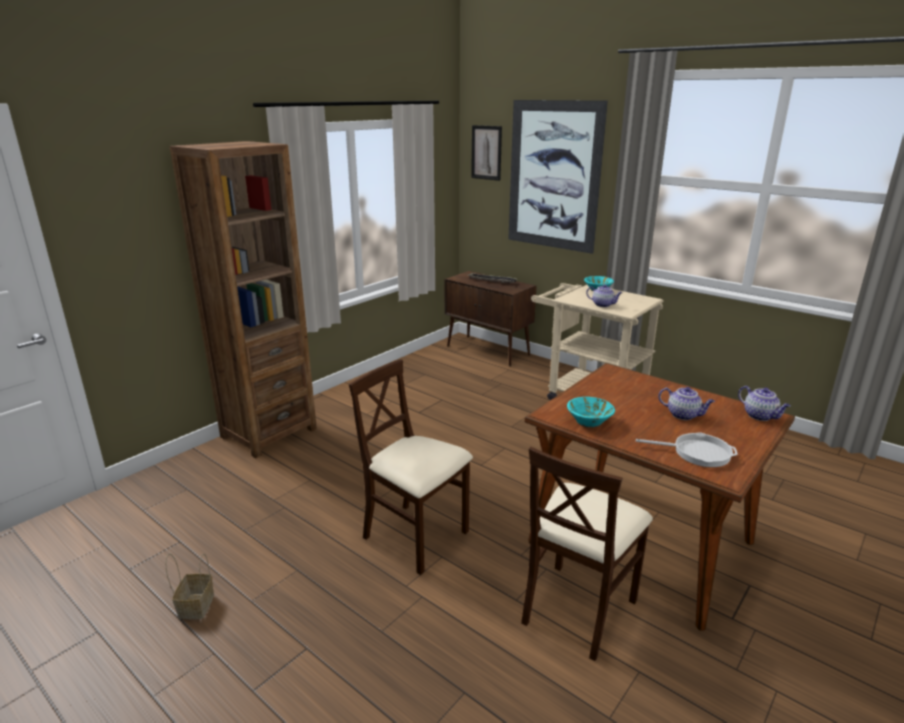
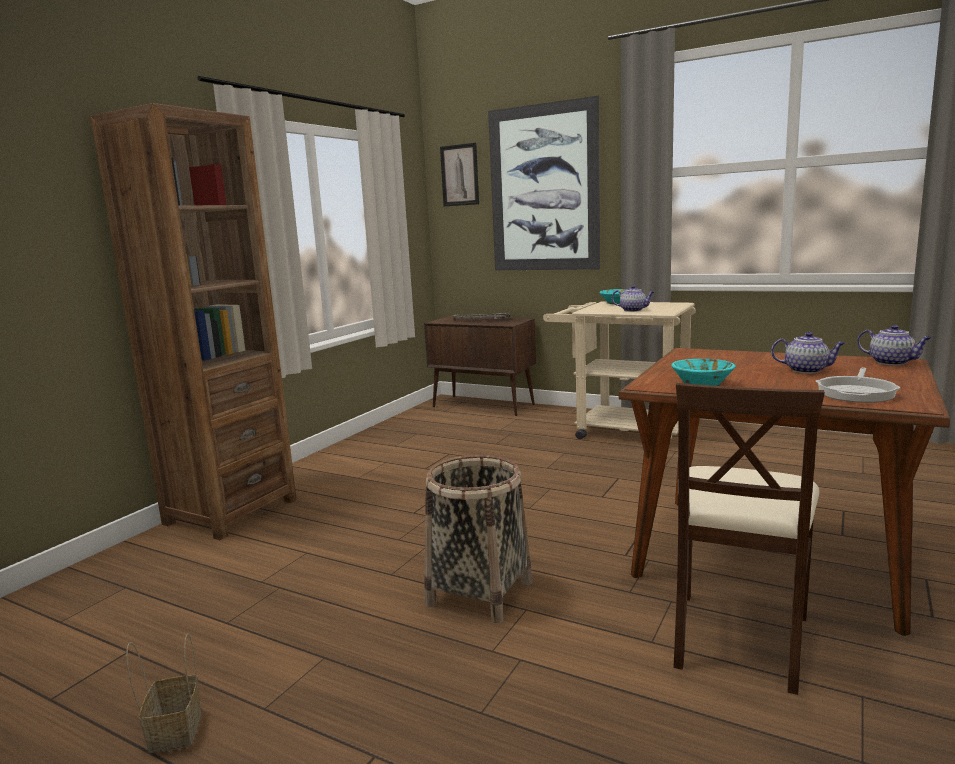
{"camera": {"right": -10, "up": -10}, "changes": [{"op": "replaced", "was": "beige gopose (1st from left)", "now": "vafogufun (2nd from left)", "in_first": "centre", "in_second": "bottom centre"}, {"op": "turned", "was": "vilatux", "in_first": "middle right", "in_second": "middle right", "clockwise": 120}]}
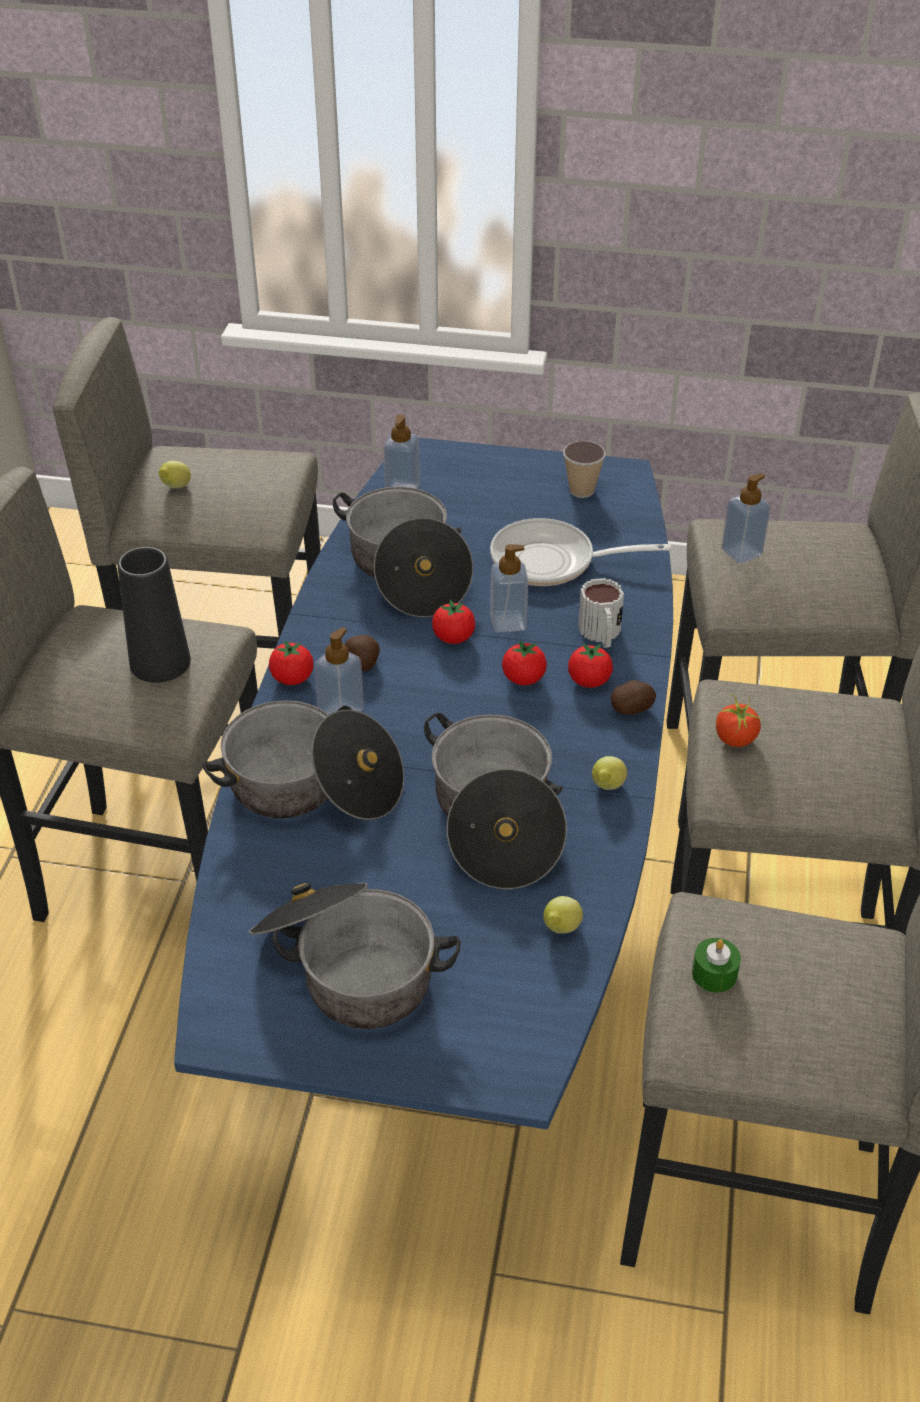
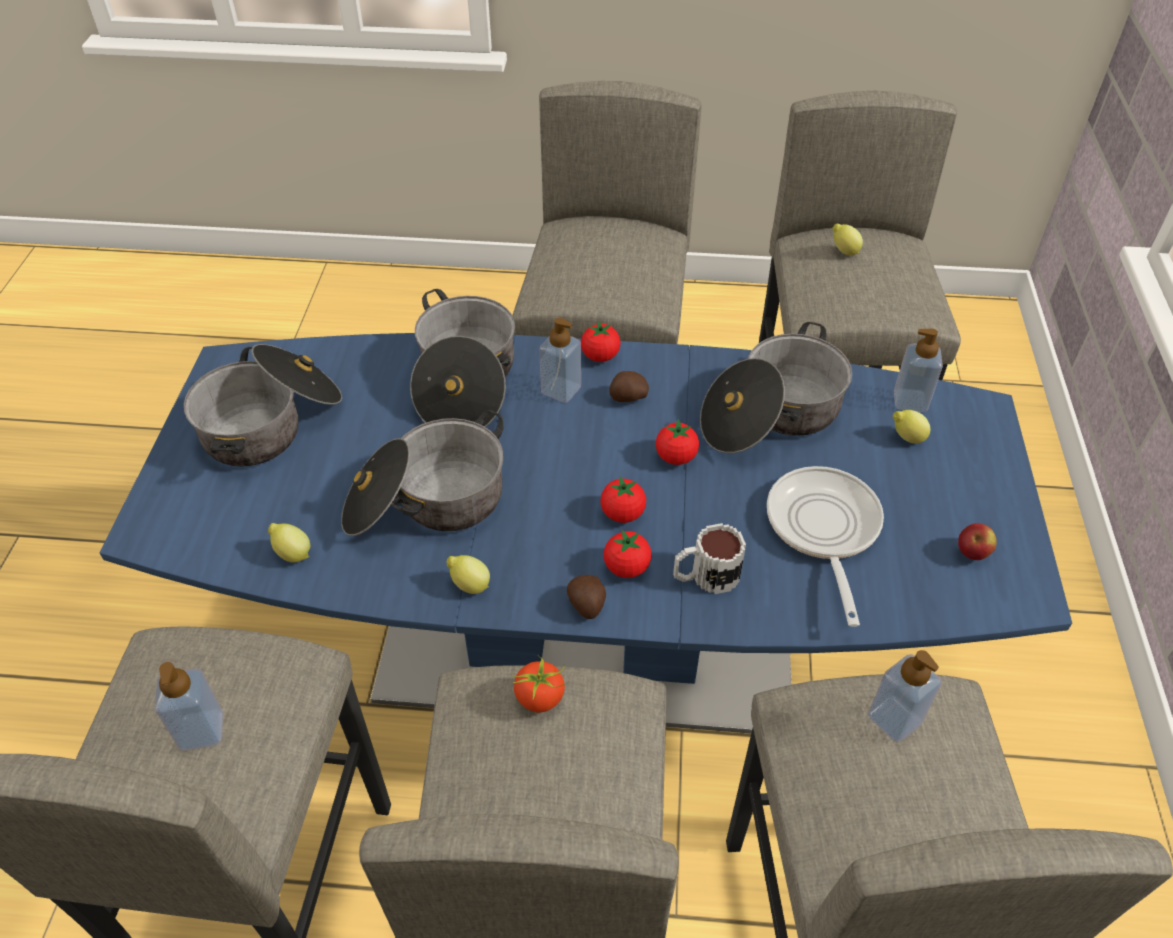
{"camera": {"right": 85, "up": 5}, "changes": [{"op": "moved", "was": "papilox (3rd from left in the first image)", "now": "papilox (1st from left)", "in_first": "centre", "in_second": "bottom left"}, {"op": "added", "now": "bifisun (4th from left)", "in_second": "middle right"}, {"op": "replaced", "was": "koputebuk", "now": "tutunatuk", "in_first": "centre", "in_second": "middle right"}, {"op": "removed", "was": "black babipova", "in_first": "middle left"}, {"op": "removed", "was": "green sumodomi", "in_first": "bottom right"}]}
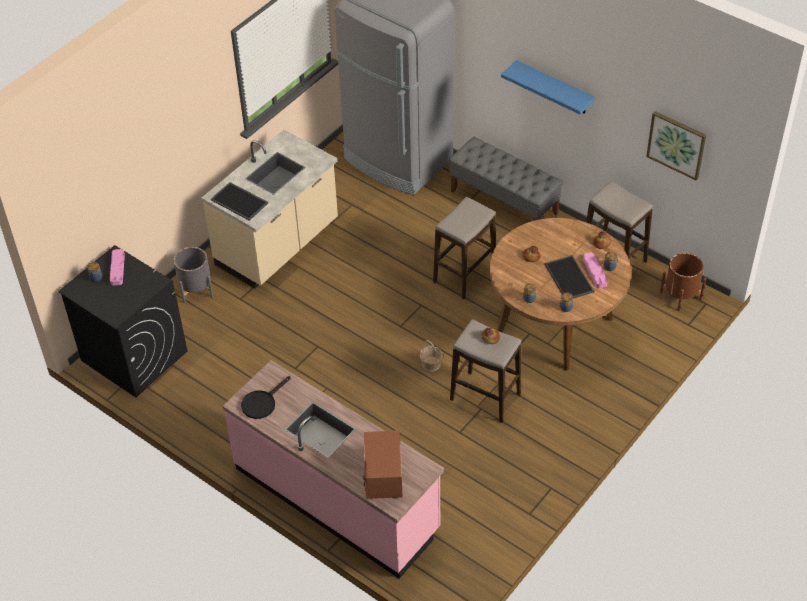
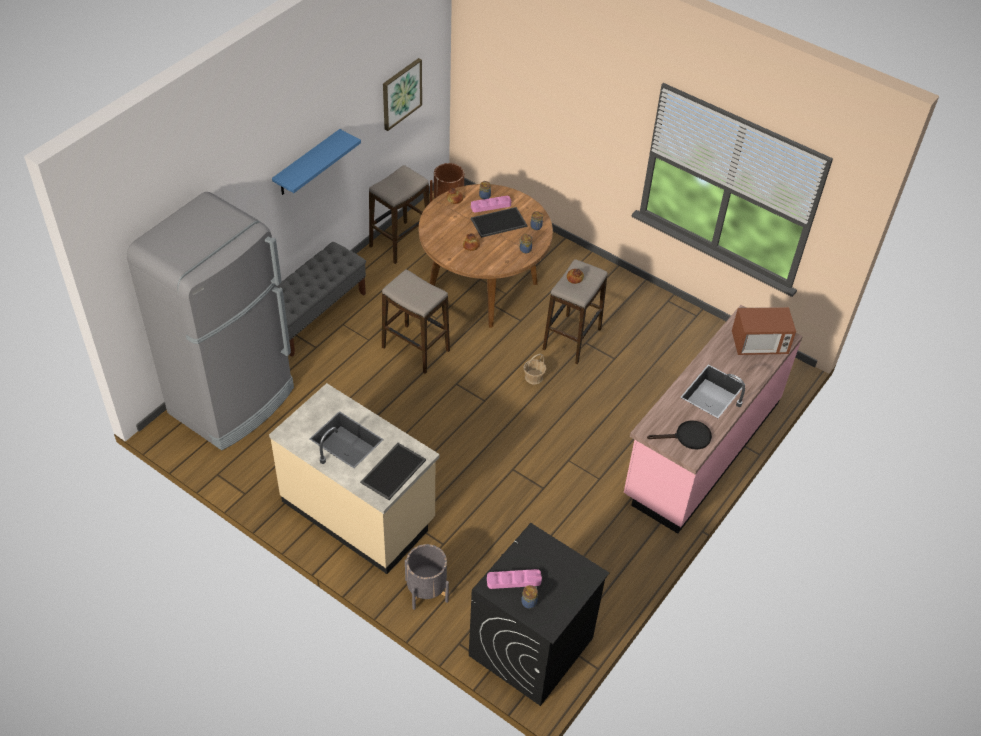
{"camera": {"right": -95, "up": 0}, "changes": [{"op": "turned", "was": "black vilatux", "in_first": "middle left", "in_second": "middle right", "clockwise": -45}]}
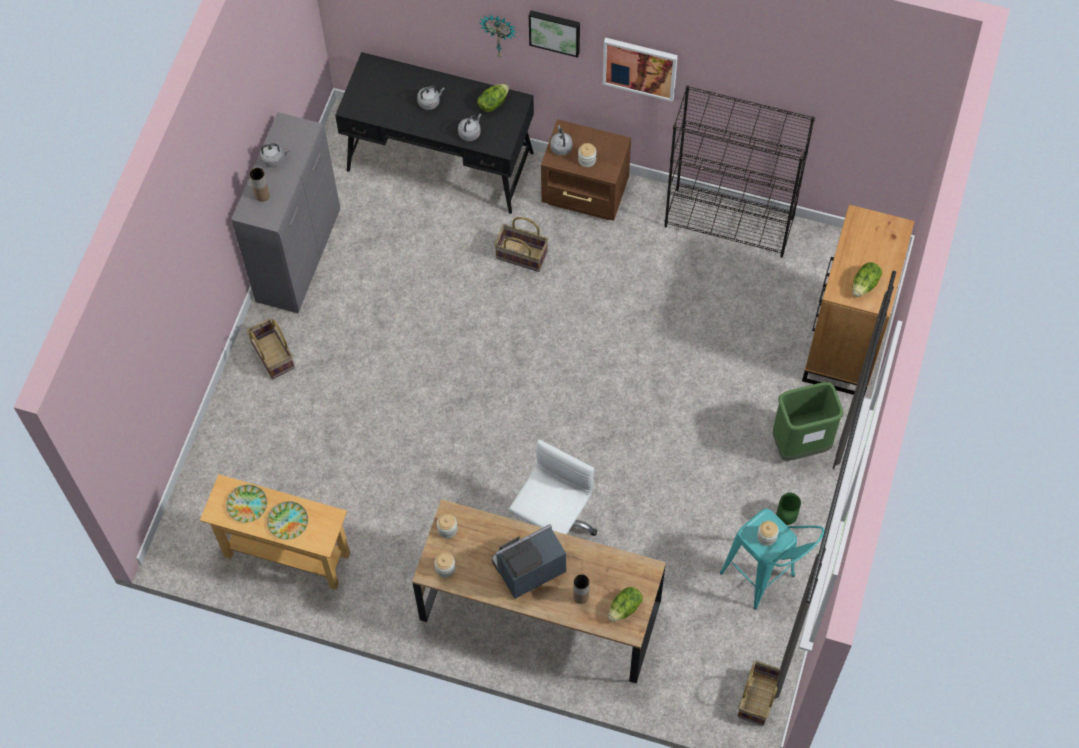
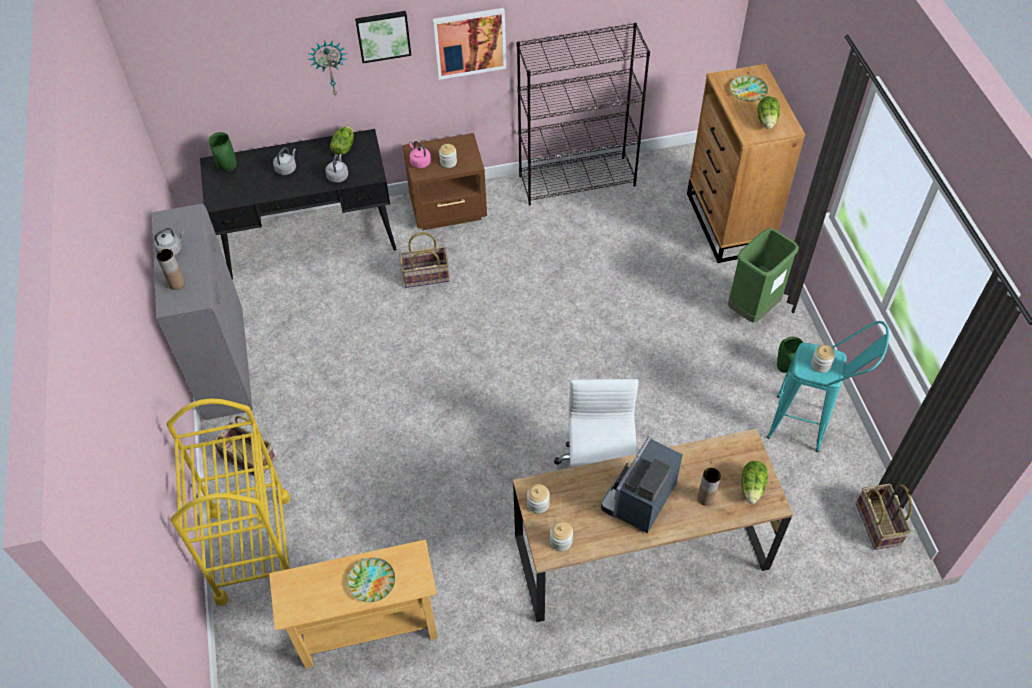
{"camera": {"right": -30, "up": -10}, "changes": [{"op": "added", "now": "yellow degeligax", "in_second": "bottom left"}, {"op": "added", "now": "green babipova (1st from left)", "in_second": "top left"}, {"op": "recoloured", "was": "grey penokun (4th from left)", "now": "pink penokun", "in_first": "top centre", "in_second": "top centre"}, {"op": "moved", "was": "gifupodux (1st from left in the first image)", "now": "gifupodux (2nd from left)", "in_first": "bottom left", "in_second": "top right"}]}
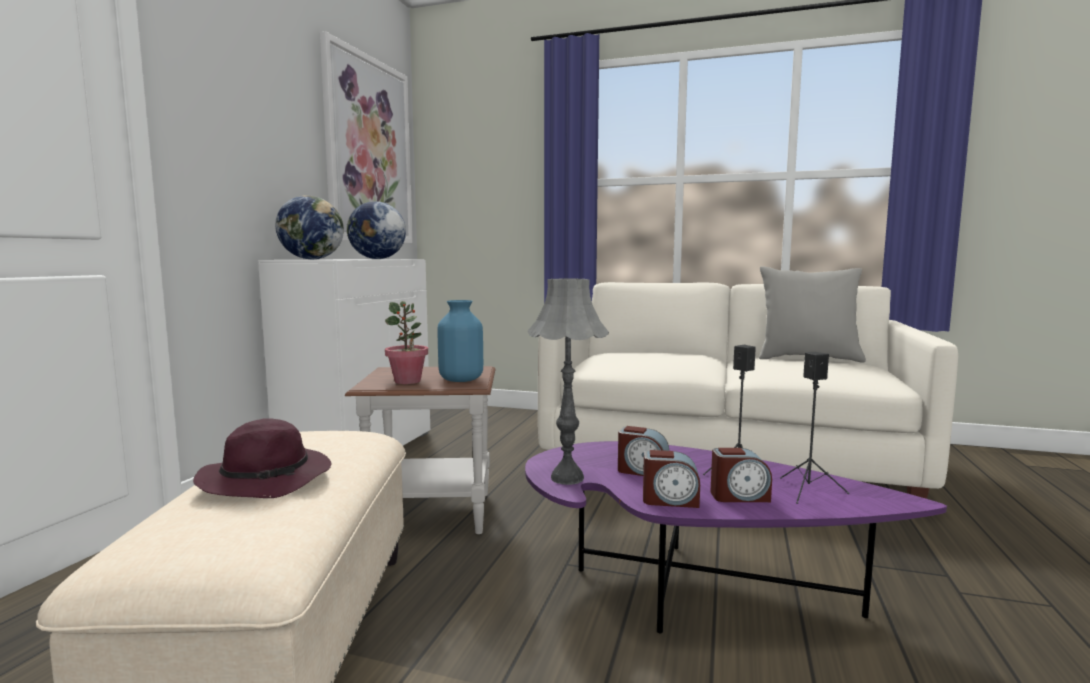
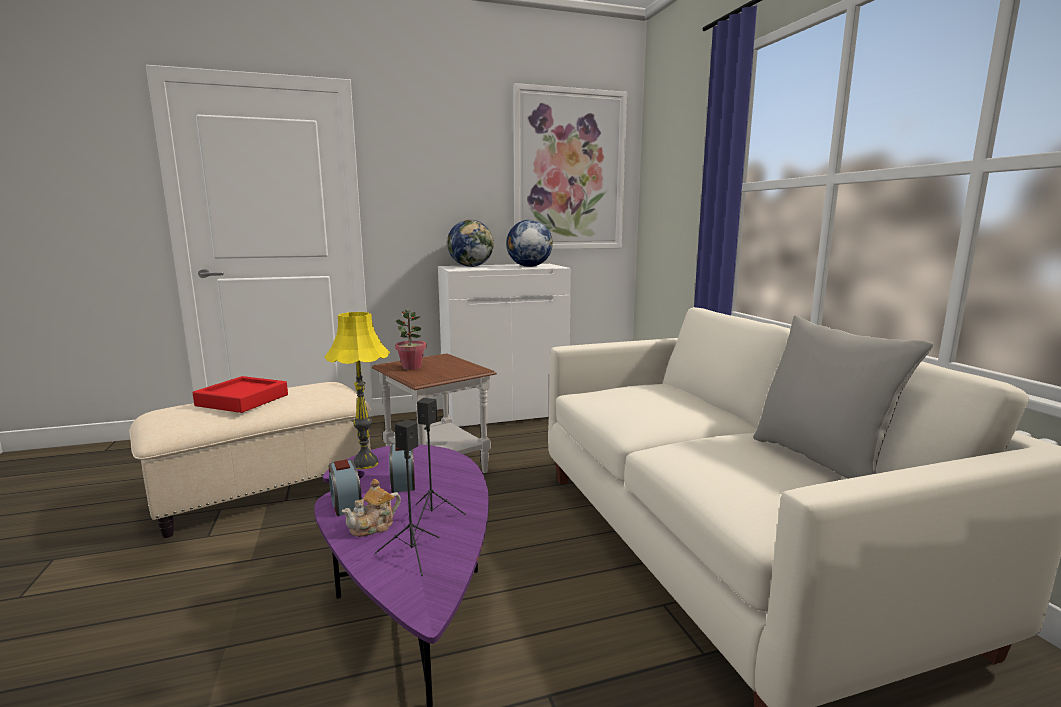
{"camera": {"right": 55, "up": 5}, "changes": [{"op": "replaced", "was": "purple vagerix", "now": "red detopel", "in_first": "bottom left", "in_second": "middle left"}, {"op": "recoloured", "was": "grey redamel", "now": "yellow redamel", "in_first": "centre", "in_second": "centre"}, {"op": "replaced", "was": "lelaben (3rd from left)", "now": "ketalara", "in_first": "bottom right", "in_second": "bottom centre"}, {"op": "removed", "was": "blue babipova", "in_first": "centre"}]}
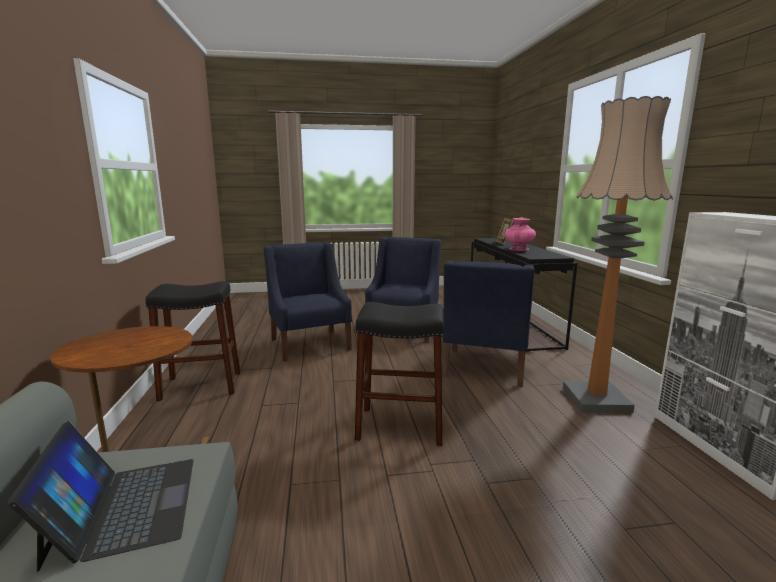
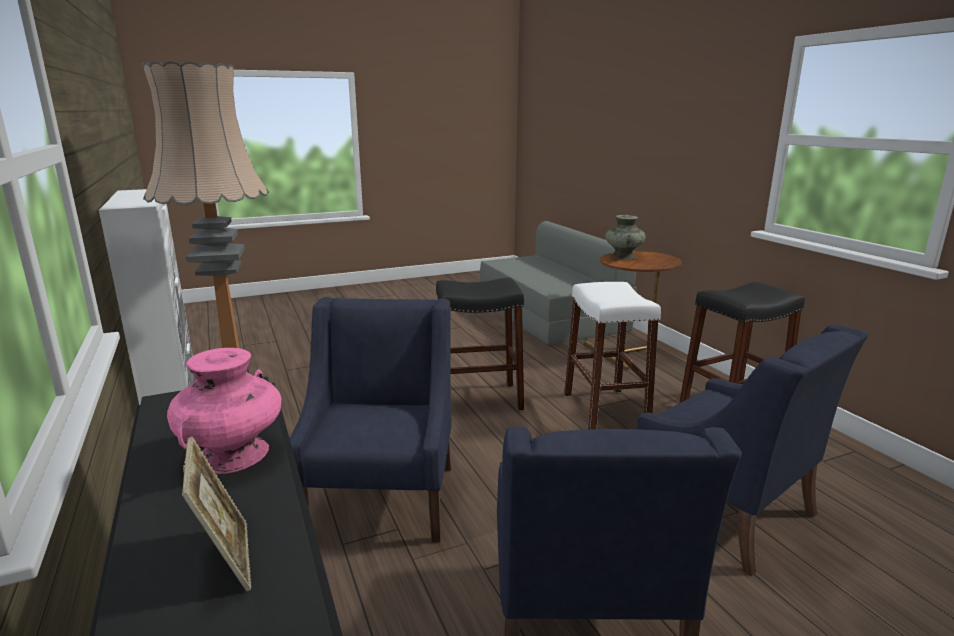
{"camera": {"right": 165, "up": 5}, "changes": [{"op": "added", "now": "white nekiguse", "in_second": "centre"}, {"op": "added", "now": "turquoise babipova", "in_second": "centre"}, {"op": "removed", "was": "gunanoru", "in_first": "bottom left"}]}
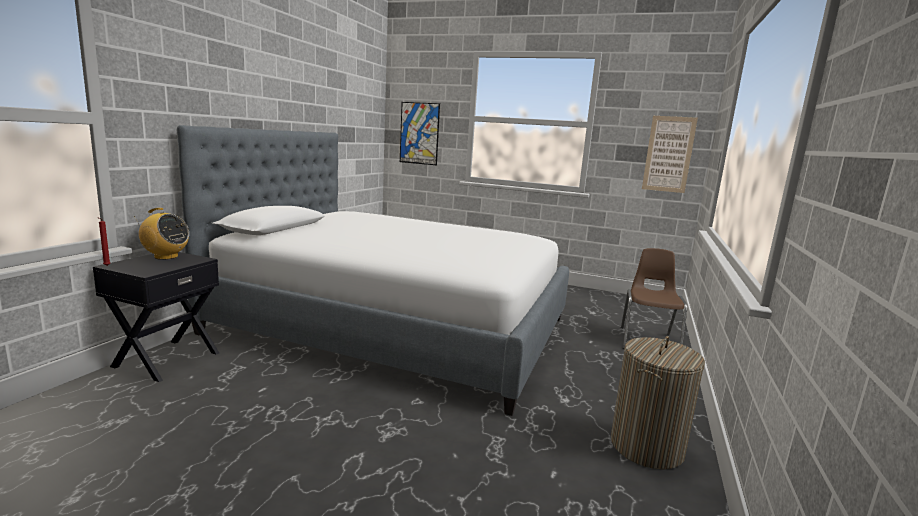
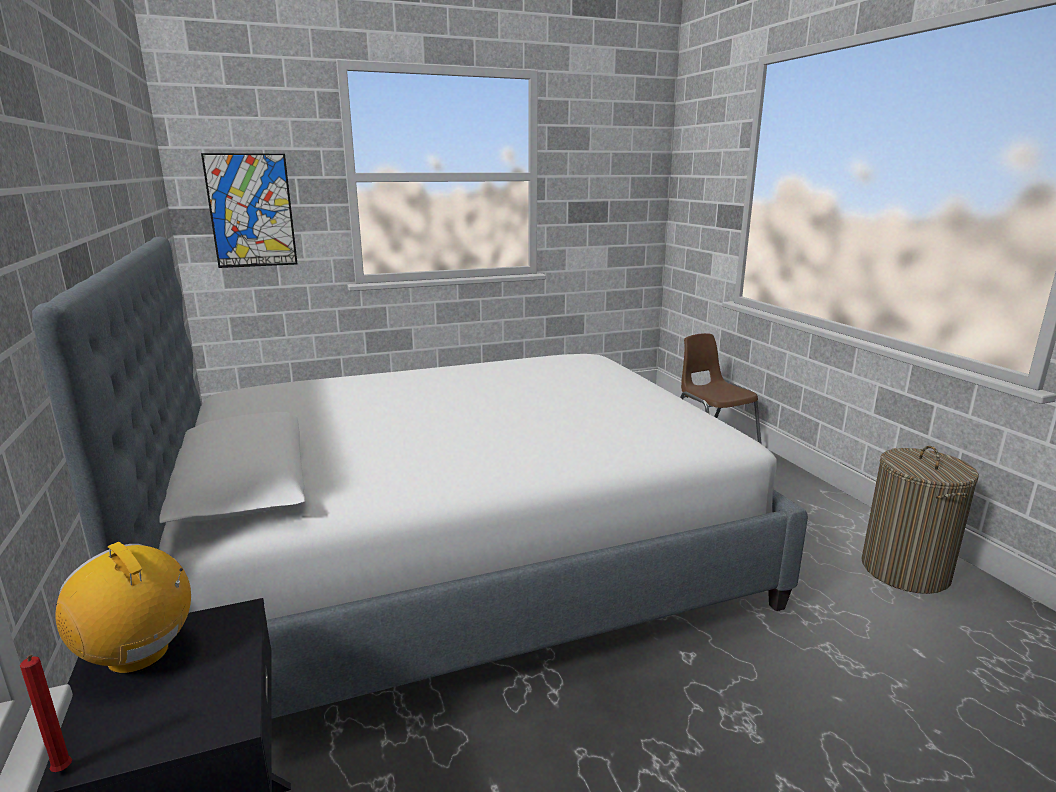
{"camera": {"right": -40, "up": 5}, "changes": [{"op": "turned", "was": "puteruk", "in_first": "middle left", "in_second": "bottom left", "clockwise": -120}, {"op": "removed", "was": "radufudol (2nd from left)", "in_first": "top right"}]}
